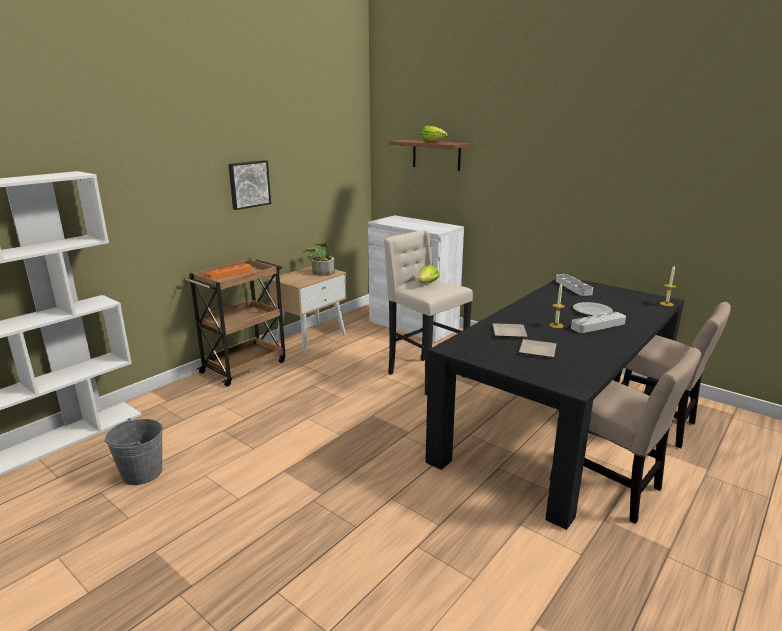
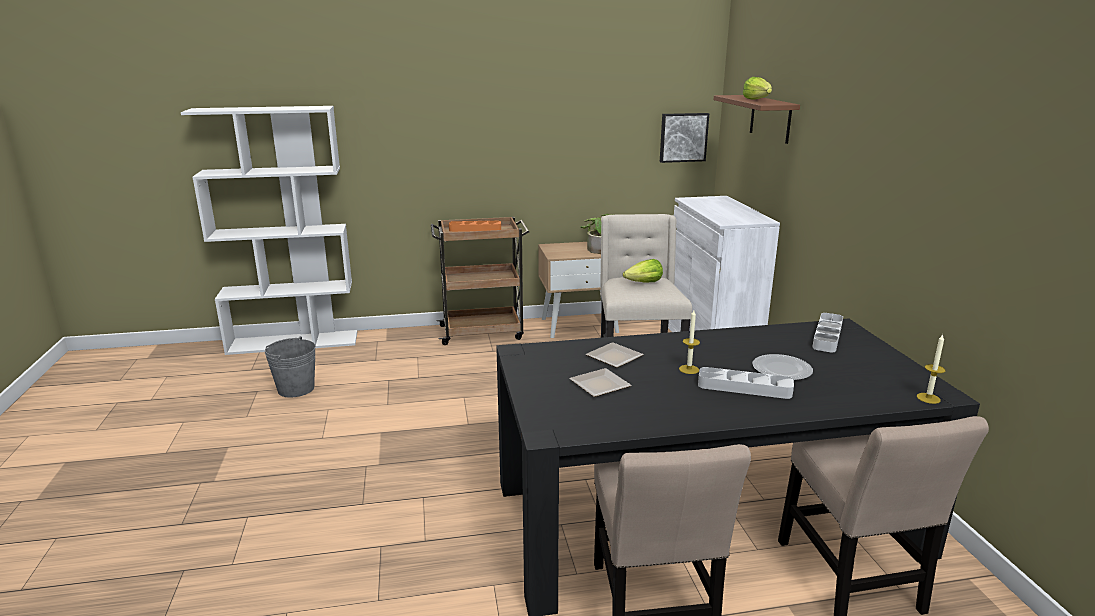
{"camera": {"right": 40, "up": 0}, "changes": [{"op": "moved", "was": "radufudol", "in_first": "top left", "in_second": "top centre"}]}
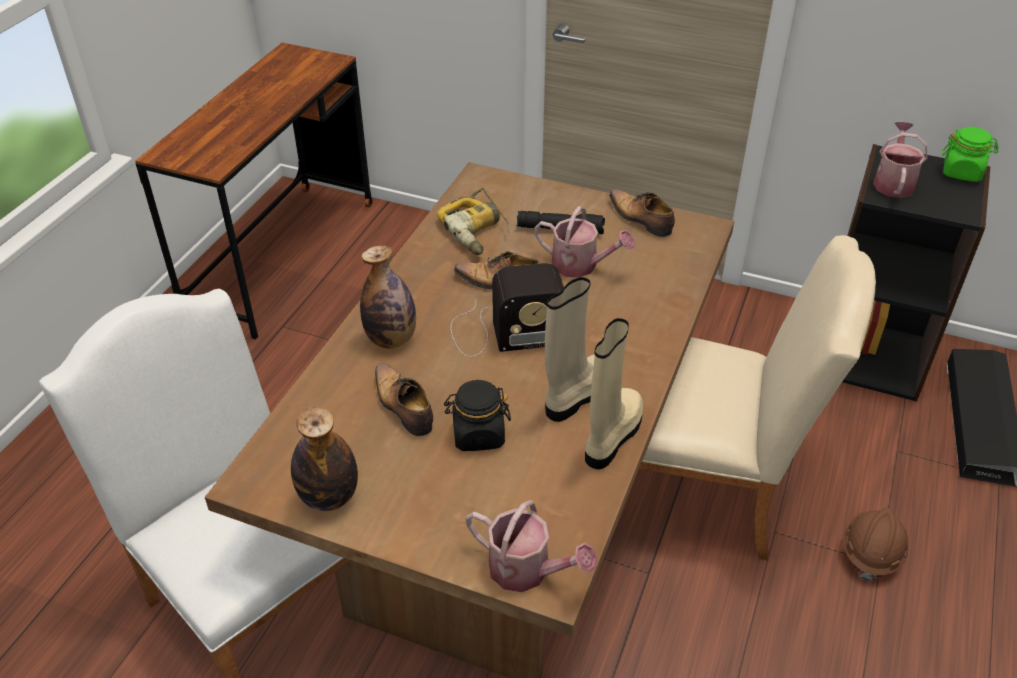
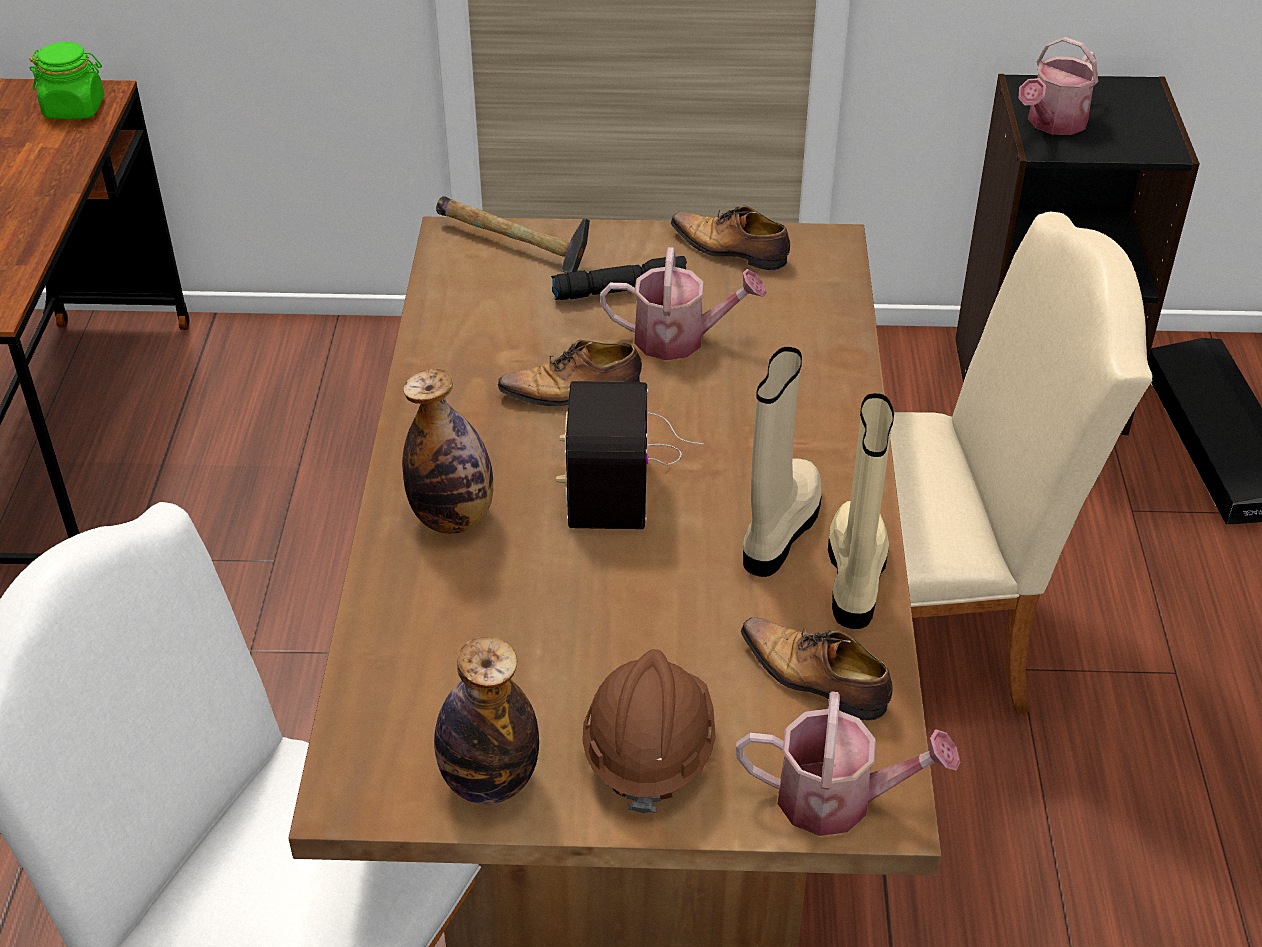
{"camera": {"right": -20, "up": 0}, "changes": [{"op": "moved", "was": "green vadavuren", "in_first": "top right", "in_second": "top left"}, {"op": "added", "now": "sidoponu", "in_second": "top centre"}, {"op": "turned", "was": "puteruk", "in_first": "centre", "in_second": "centre", "clockwise": 120}, {"op": "moved", "was": "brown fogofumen", "in_first": "bottom right", "in_second": "bottom centre"}, {"op": "moved", "was": "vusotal (1st from left in the first image)", "now": "vusotal (3rd from left)", "in_first": "centre", "in_second": "bottom centre"}, {"op": "turned", "was": "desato (3rd from left)", "in_first": "top right", "in_second": "top right", "clockwise": -135}, {"op": "removed", "was": "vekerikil", "in_first": "top centre"}, {"op": "removed", "was": "black vadavuren", "in_first": "centre"}]}
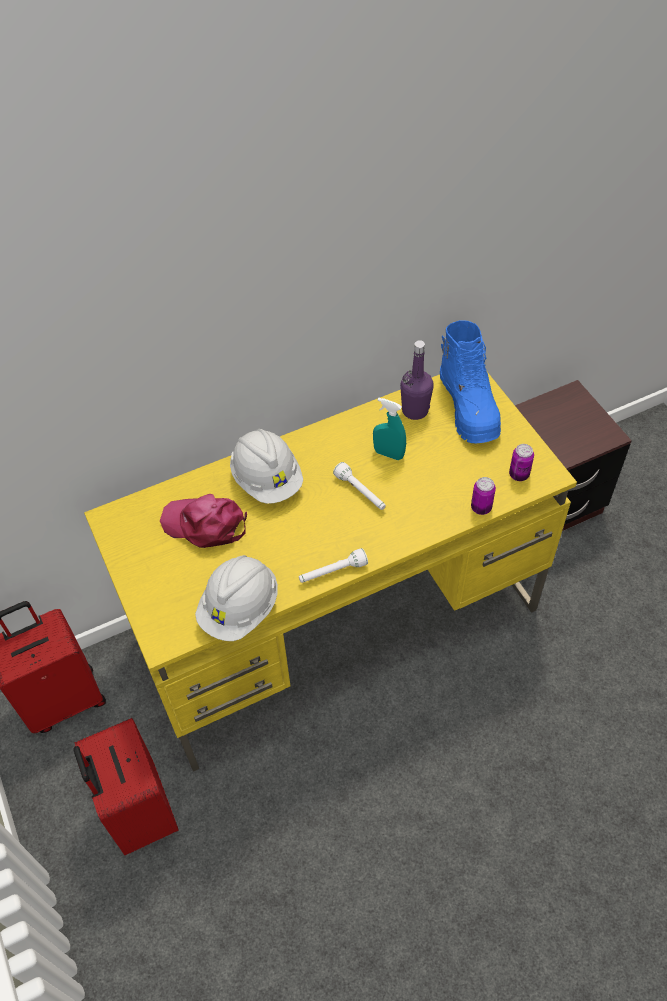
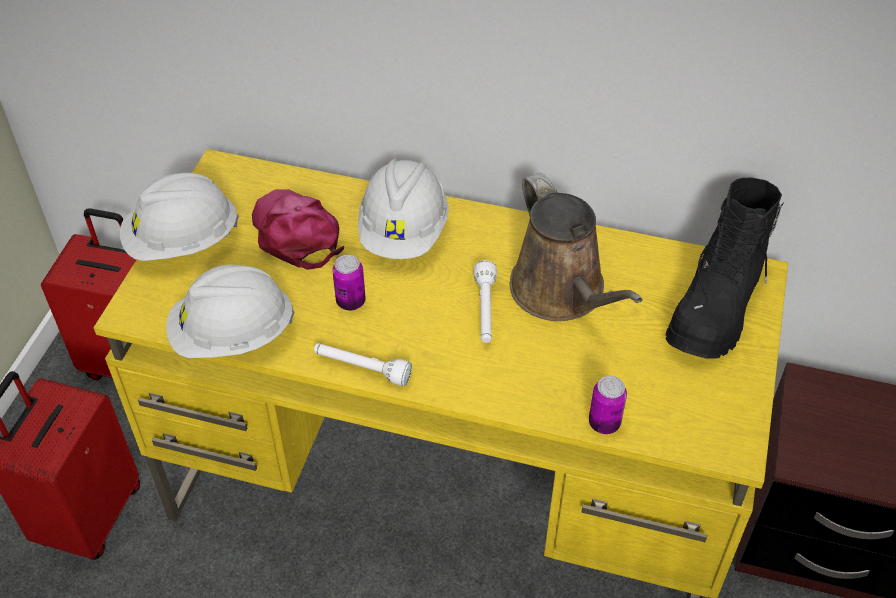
{"camera": {"right": 40, "up": -5}, "changes": [{"op": "added", "now": "white fogofumen (1st from left)", "in_second": "middle left"}, {"op": "moved", "was": "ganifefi (2nd from left in the first image)", "now": "ganifefi (1st from left)", "in_first": "middle right", "in_second": "centre"}, {"op": "replaced", "was": "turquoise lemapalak", "now": "brown desato", "in_first": "centre", "in_second": "centre"}, {"op": "recoloured", "was": "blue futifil", "now": "black futifil", "in_first": "middle right", "in_second": "middle right"}, {"op": "removed", "was": "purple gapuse", "in_first": "centre"}]}
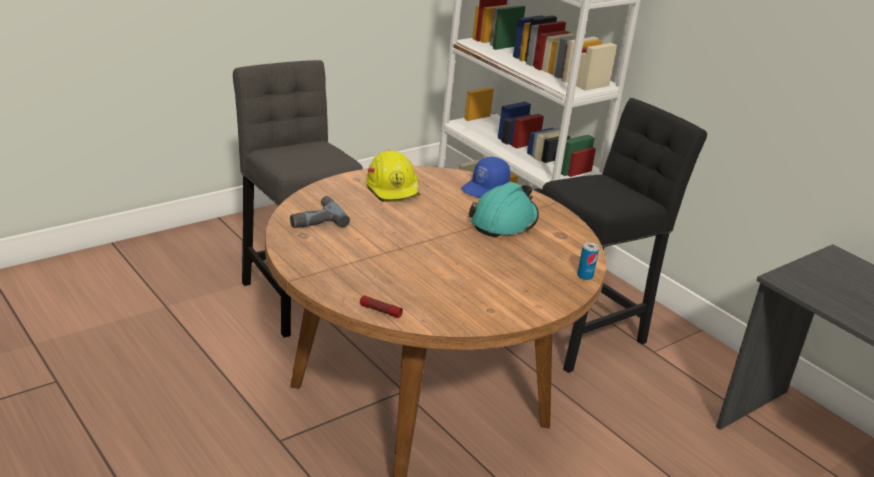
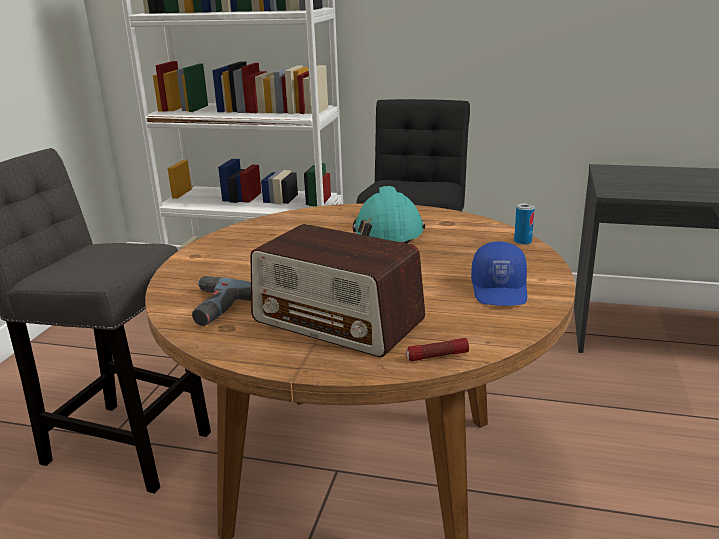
{"camera": {"right": -35, "up": -5}, "changes": [{"op": "added", "now": "puteruk", "in_second": "centre"}, {"op": "moved", "was": "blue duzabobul", "in_first": "centre", "in_second": "middle right"}, {"op": "removed", "was": "yellow fogofumen", "in_first": "centre"}]}
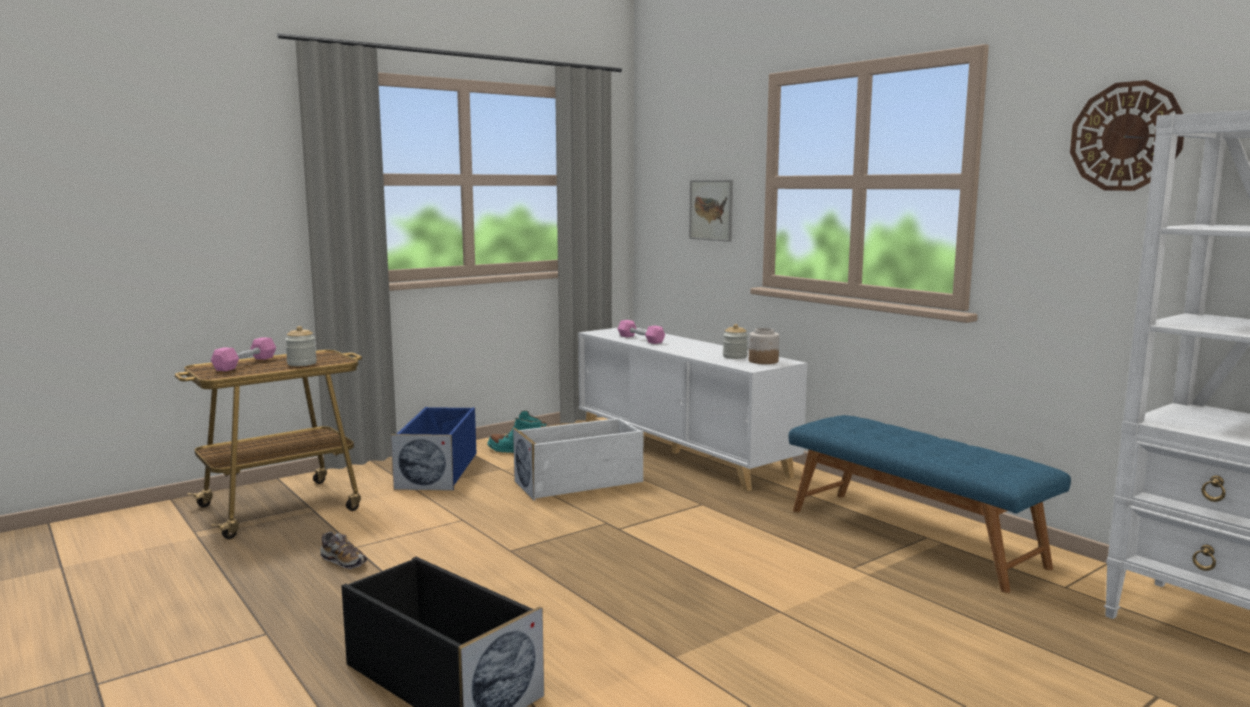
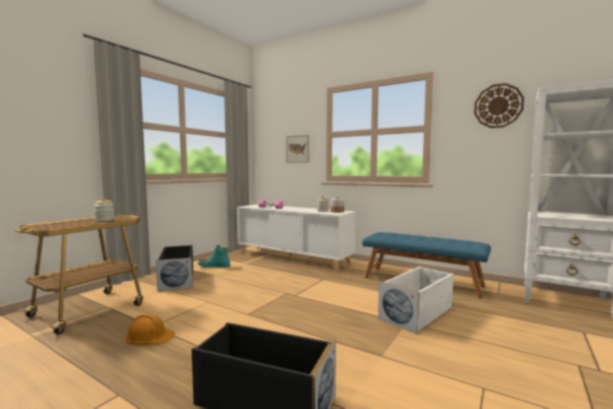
{"camera": {"right": -20, "up": -5}, "changes": [{"op": "replaced", "was": "vusotal", "now": "orange fogofumen", "in_first": "bottom left", "in_second": "bottom left"}, {"op": "recoloured", "was": "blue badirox", "now": "black badirox (1st from left)", "in_first": "centre", "in_second": "middle left"}, {"op": "moved", "was": "white badirox", "in_first": "centre", "in_second": "bottom right"}, {"op": "removed", "was": "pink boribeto (1st from left)", "in_first": "middle left"}]}
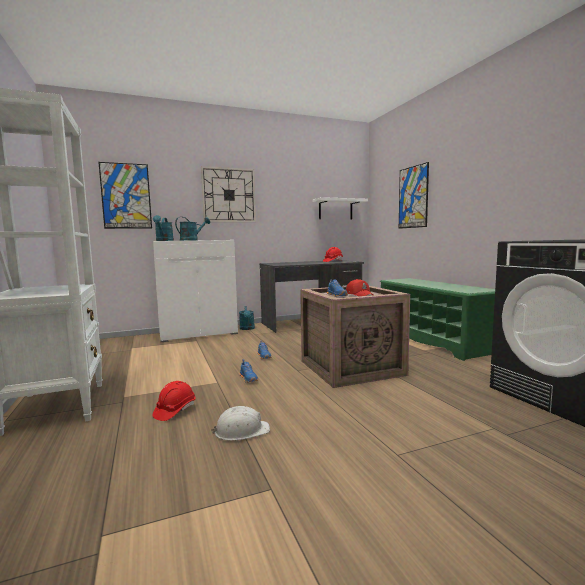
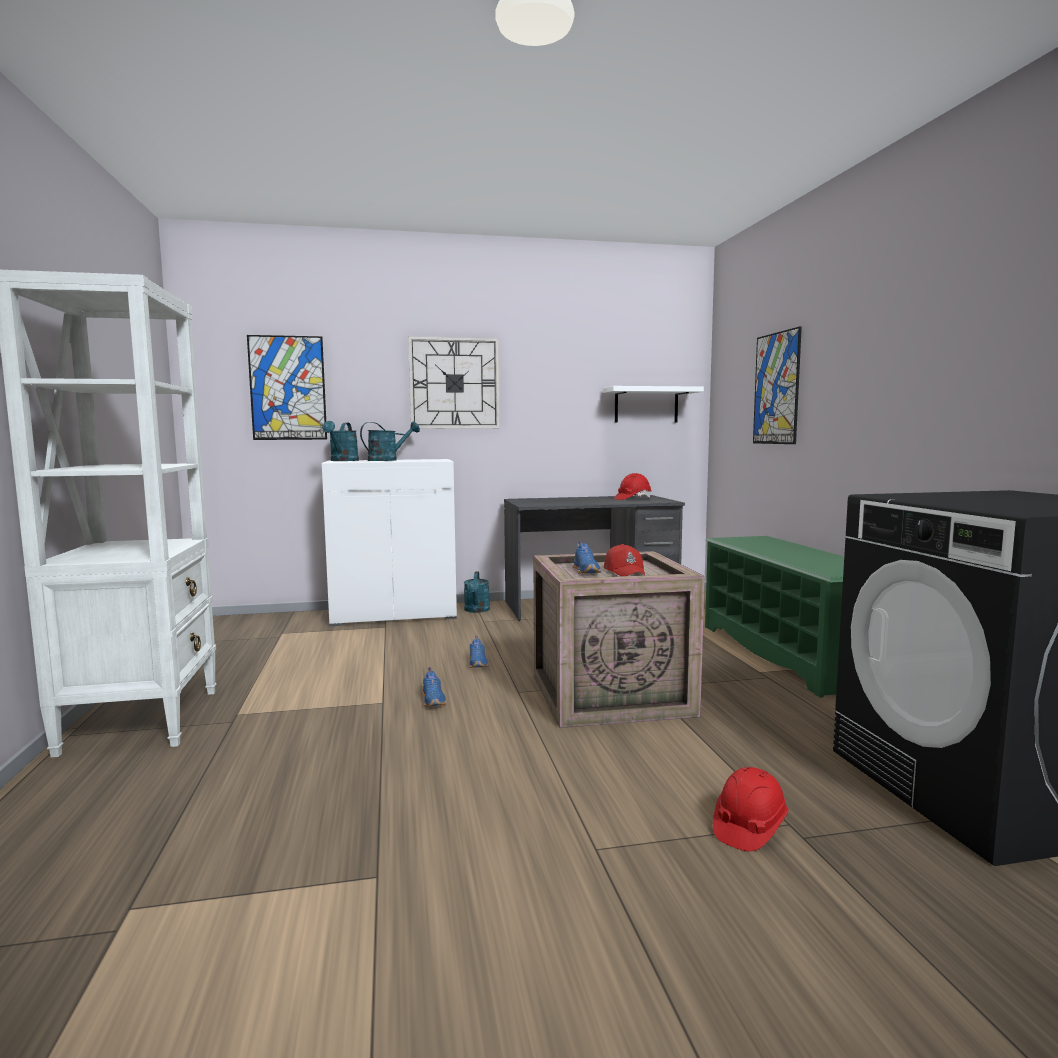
{"camera": {"right": 10, "up": 0}, "changes": [{"op": "moved", "was": "red fogofumen (1st from left in the first image)", "now": "red fogofumen (2nd from left)", "in_first": "bottom left", "in_second": "bottom right"}, {"op": "removed", "was": "white fogofumen", "in_first": "bottom centre"}]}
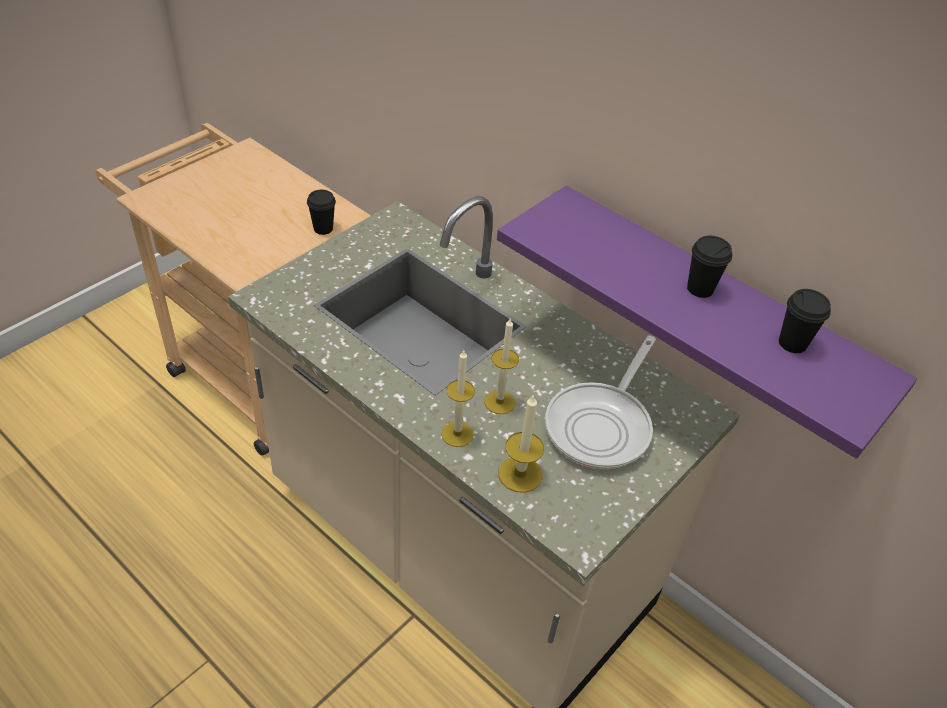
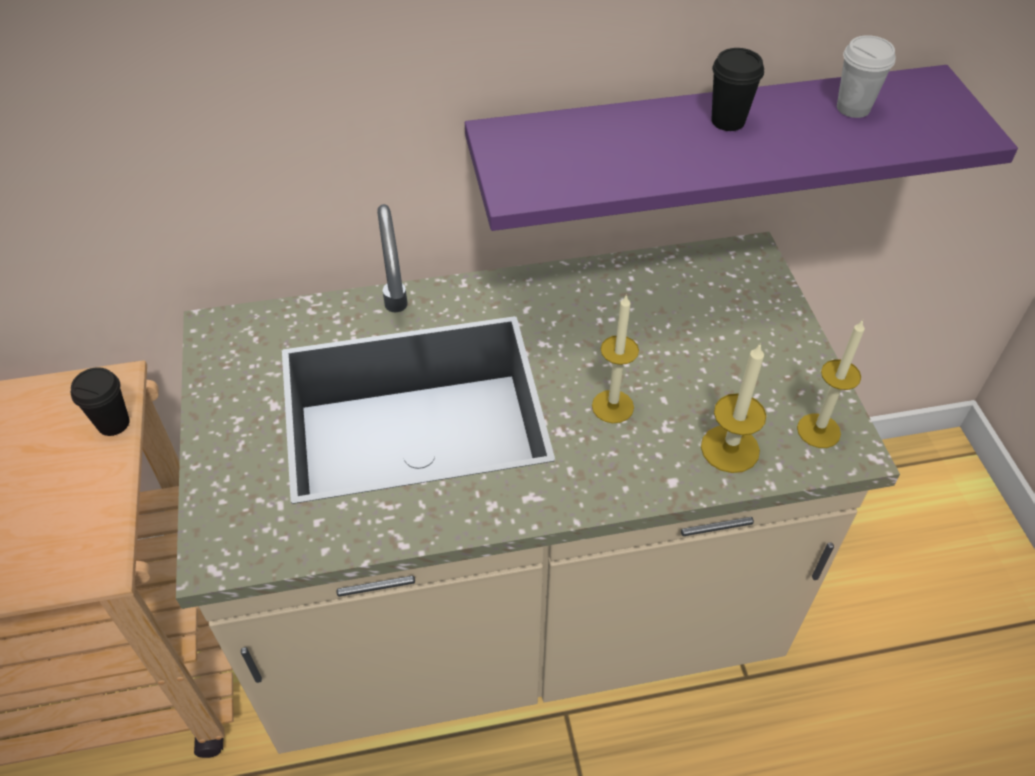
{"camera": {"right": -50, "up": 5}, "changes": [{"op": "moved", "was": "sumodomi (1st from left in the first image)", "now": "sumodomi (3rd from left)", "in_first": "centre", "in_second": "middle right"}, {"op": "recoloured", "was": "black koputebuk (3rd from left)", "now": "white koputebuk", "in_first": "middle right", "in_second": "top right"}, {"op": "removed", "was": "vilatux", "in_first": "centre"}]}
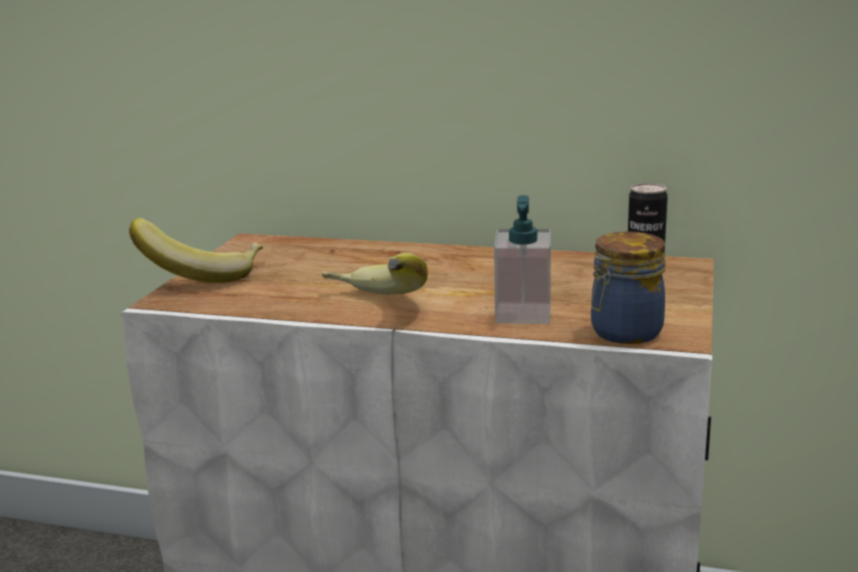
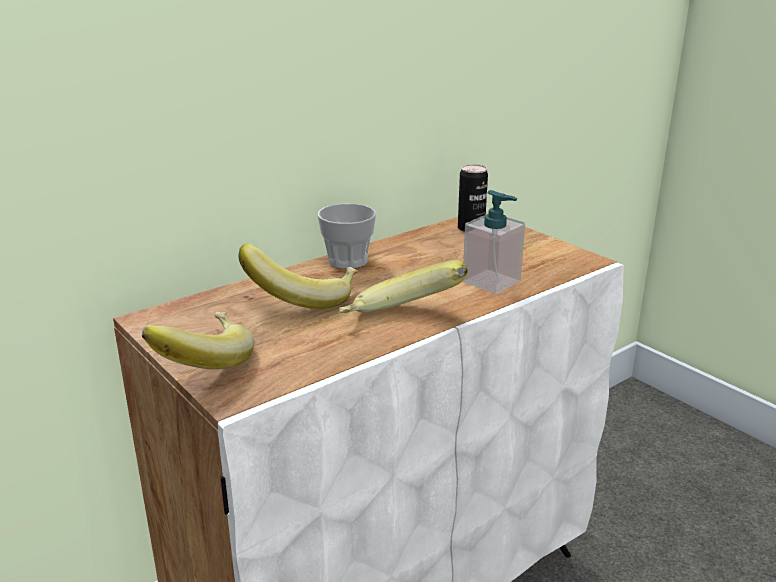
{"camera": {"right": -55, "up": 5}, "changes": [{"op": "added", "now": "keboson (2nd from left)", "in_second": "centre"}, {"op": "added", "now": "koputebuk", "in_second": "centre"}, {"op": "removed", "was": "vadavuren", "in_first": "middle right"}]}
